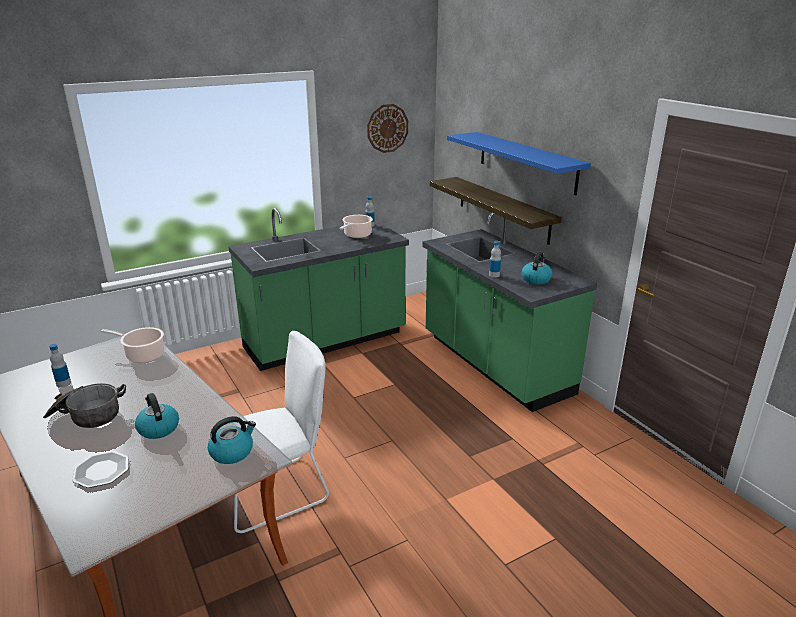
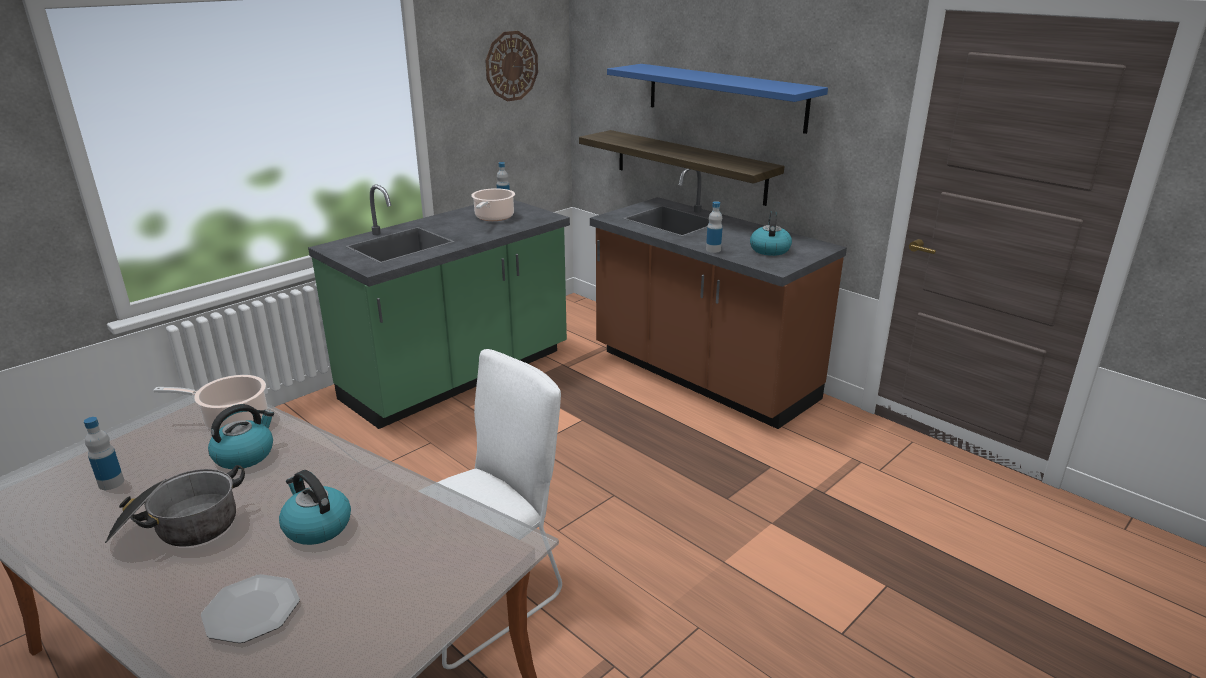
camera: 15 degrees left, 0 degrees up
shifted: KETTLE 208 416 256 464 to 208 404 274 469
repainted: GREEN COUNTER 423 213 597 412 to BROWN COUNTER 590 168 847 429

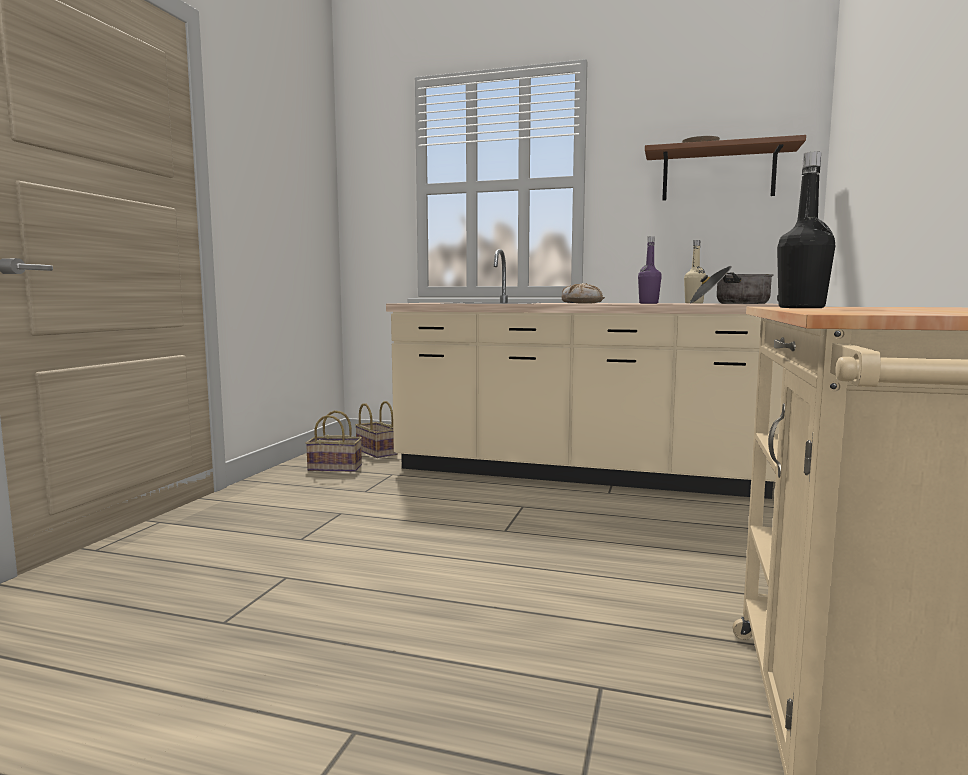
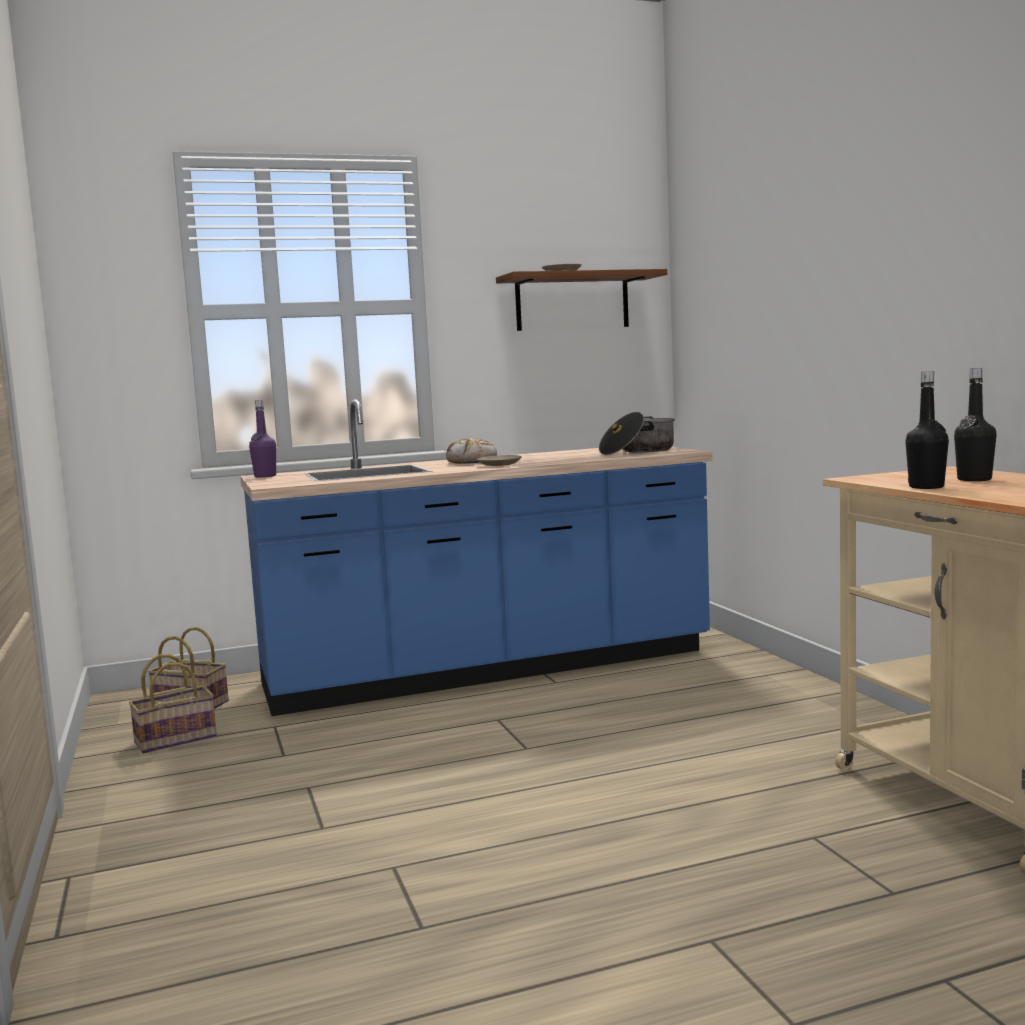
camera: 35 degrees left, 0 degrees up
gone: BEIGE BOTTLE 684 240 706 303
new: BLACK BOTTLE 954 368 997 481
shifted: PURPLE BOTTLE 638 236 662 304 to 249 400 276 478
repainted: BEIGE COUNTER 386 249 783 499 to BLUE COUNTER 240 399 713 716

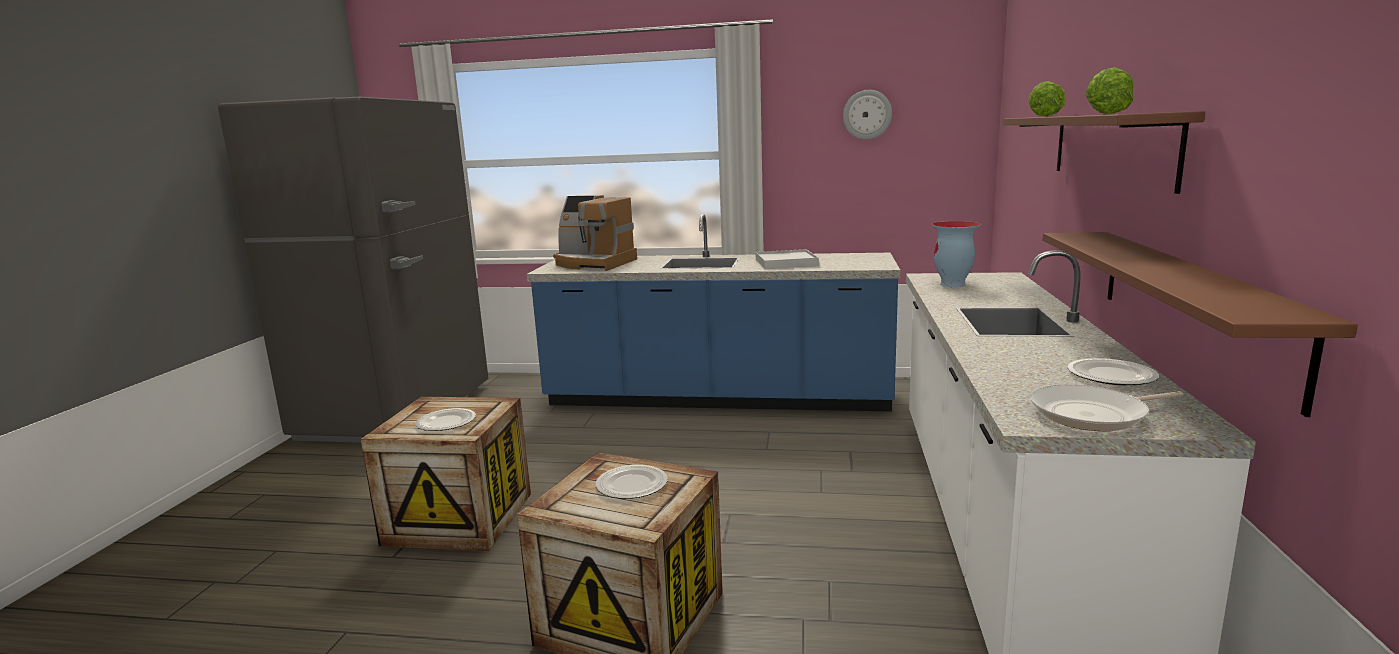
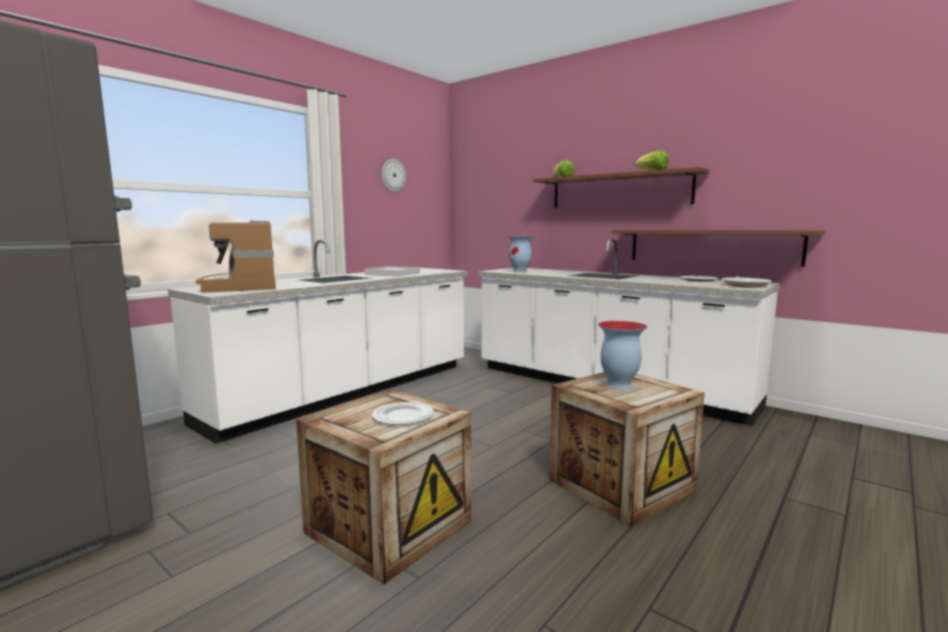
camera: 60 degrees left, 5 degrees down
swapped: PLATE 595 465 668 499 to VASE 598 321 647 389
repainted: BLUE COUNTER 526 214 900 412 to WHITE COUNTER 168 240 468 444
rotated: COFFEE MACHINE 553 195 637 271 = 196 220 276 293 105 degrees clockwise

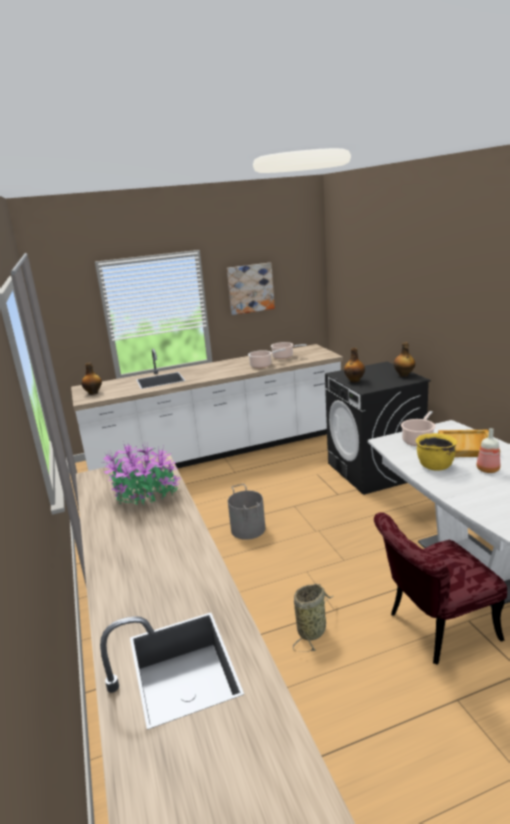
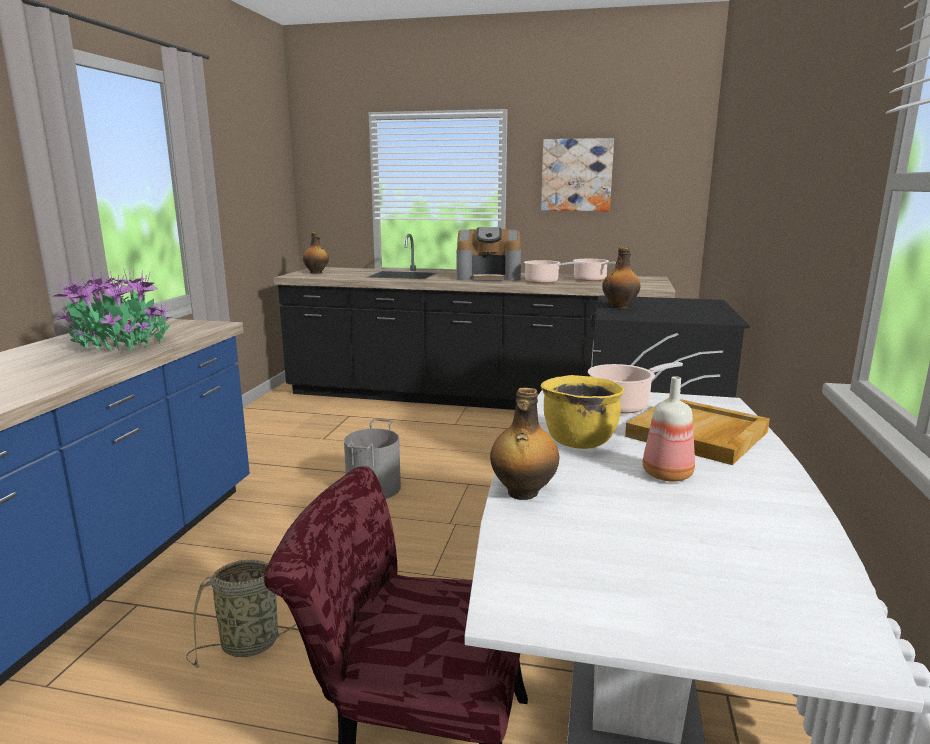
camera: 30 degrees right, 5 degrees down
new: COFFEE MACHINE 457 227 521 281
shifted: BOTTLE 394 342 415 377 to 490 388 560 500
repainted: WHITE COUNTER 71 344 343 471 to BLACK COUNTER 274 234 675 410

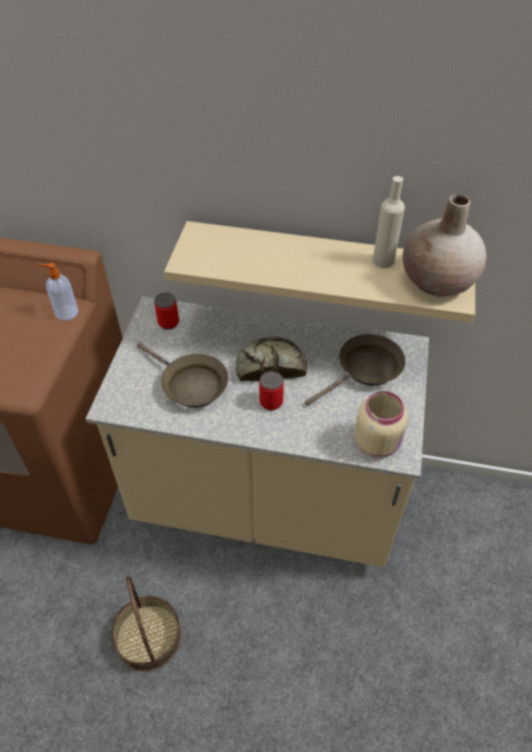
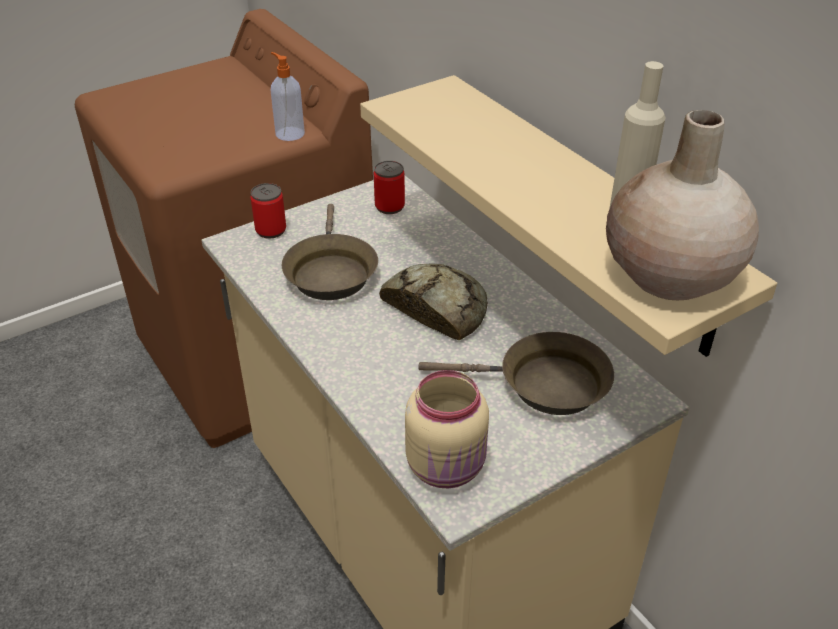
camera: 45 degrees right, 10 degrees down
gone: BASKET 111 576 182 672
shifted: CAN 259 371 284 410 to 251 183 286 239

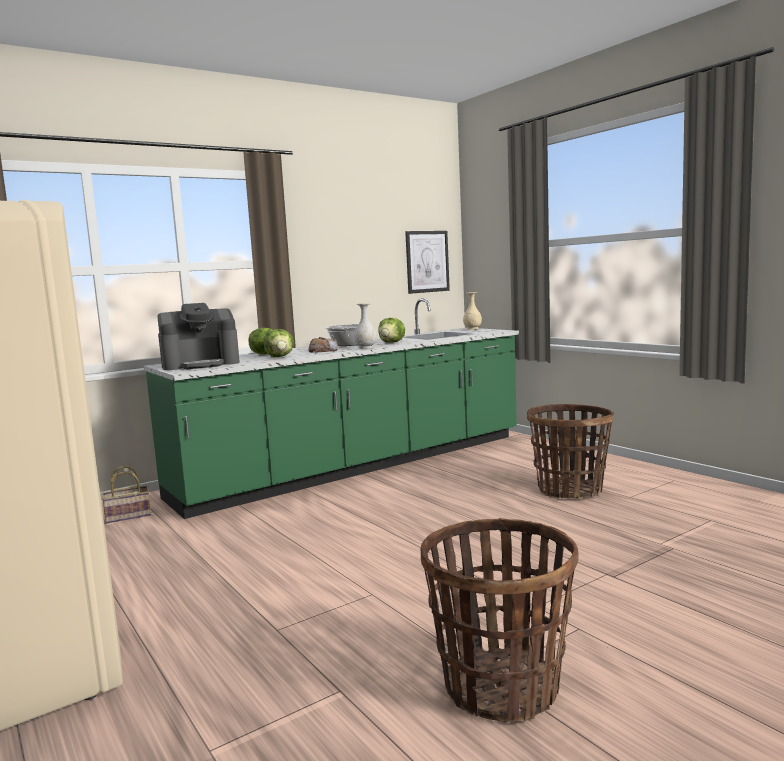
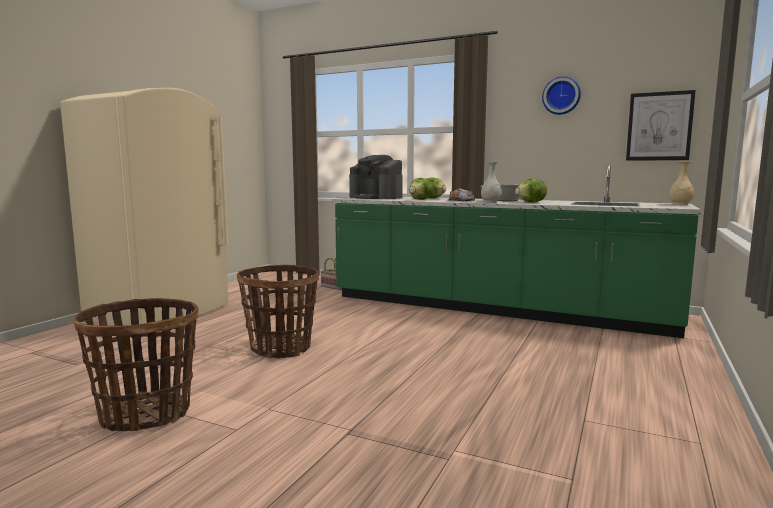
camera: 60 degrees right, 0 degrees up
new: WALL CLOCK 542 76 581 115
shifted: BASKET 527 404 614 498 to 237 265 319 358

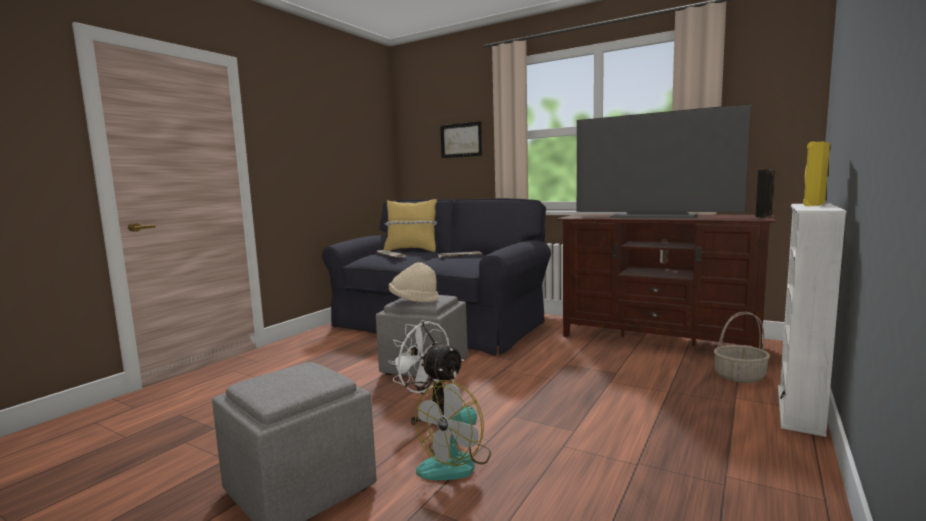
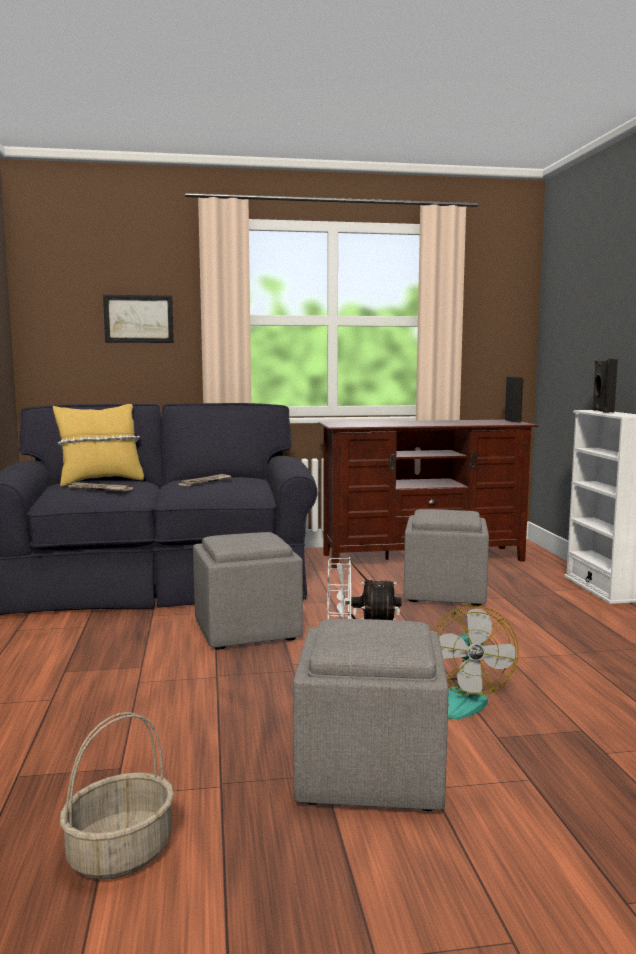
camera: 40 degrees left, 0 degrees up
gone: BEIGE HAT 389 262 439 302; TELEVISION 577 104 751 219
new: GREY OTTOMAN 404 509 489 606
shifted: BASKET 714 312 770 383 to 60 712 174 880
repainted: YELLOW SPEAKER 803 141 830 206 to BLACK SPEAKER 592 359 618 413

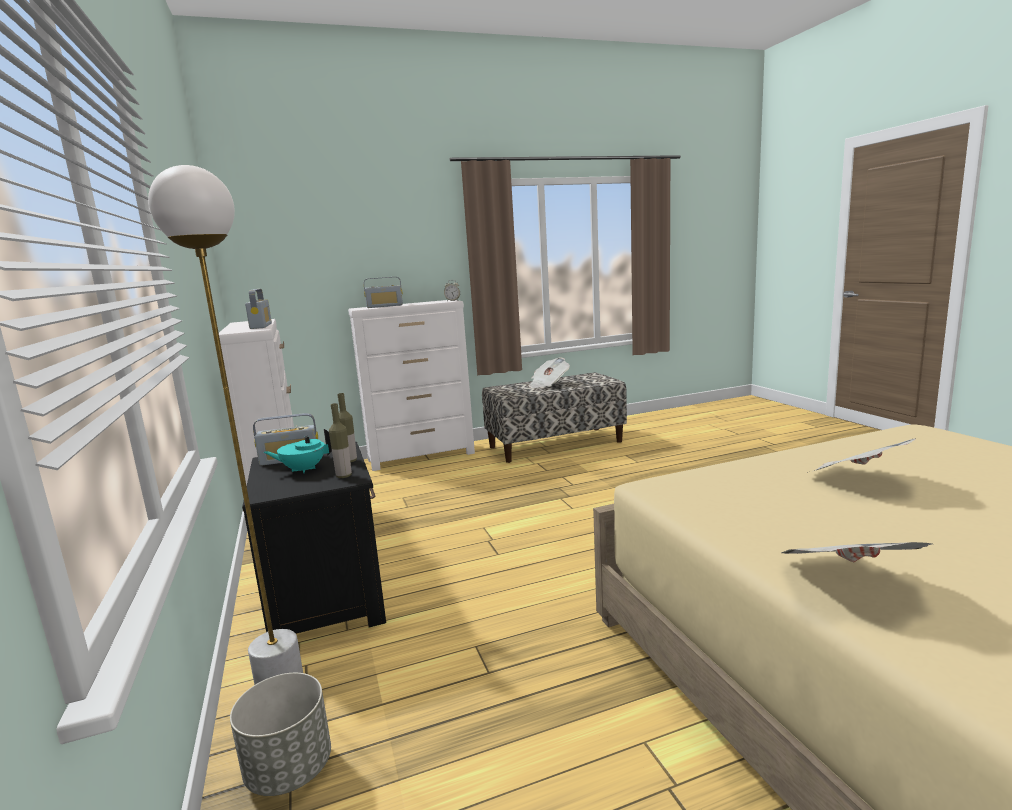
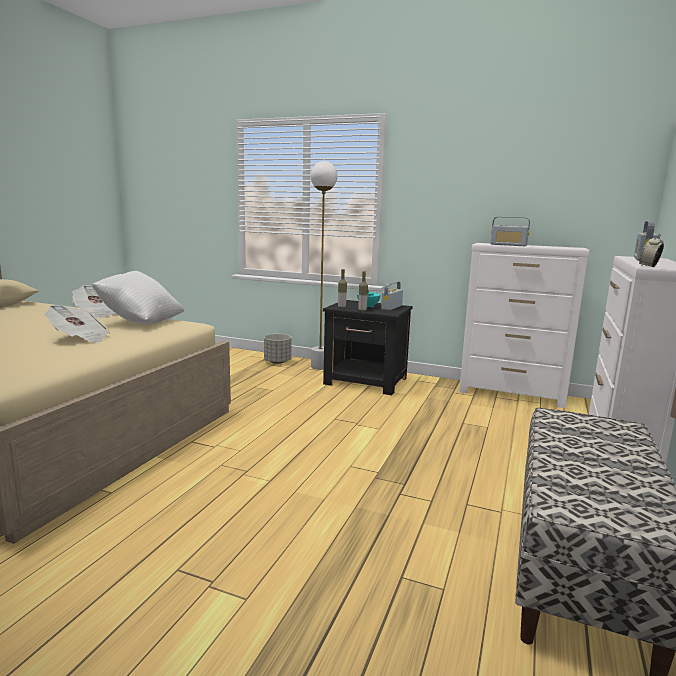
camera: 130 degrees right, 0 degrees up
gone: NEWSPAPER 528 358 570 388
new: WHITE PILLOW 92 271 184 324

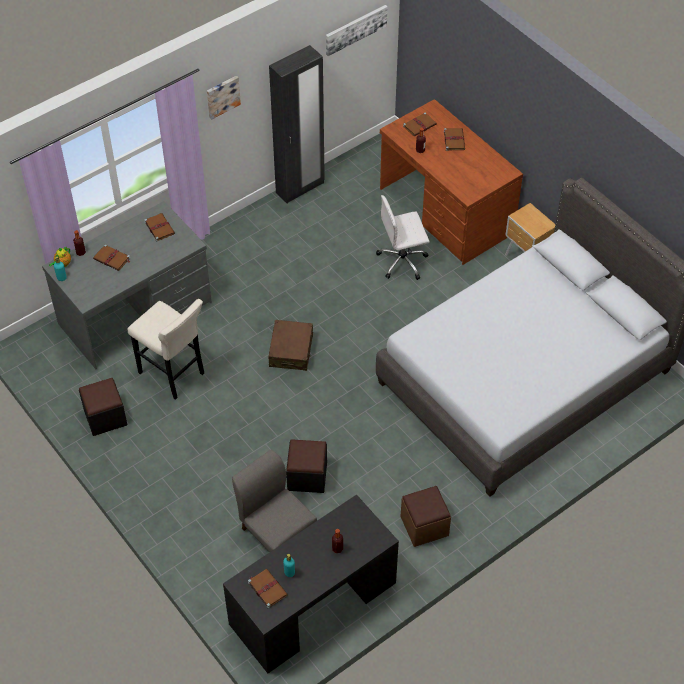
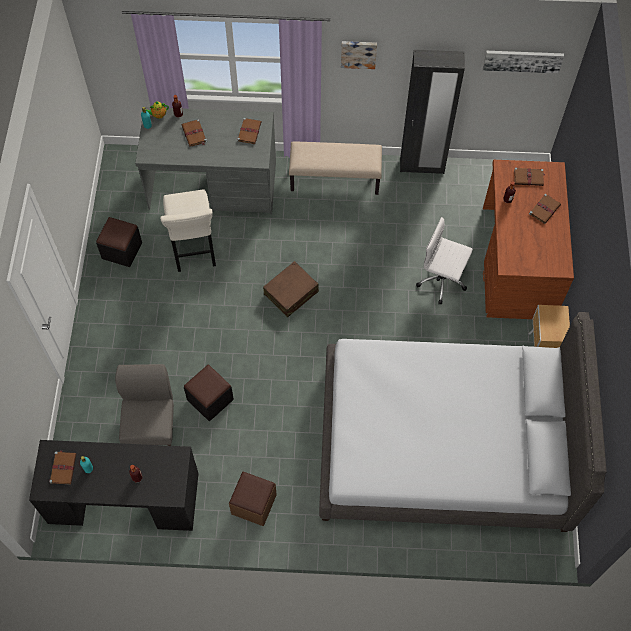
camera: 40 degrees right, 10 degrees up
new: BEIGE BENCH 289 142 382 195

